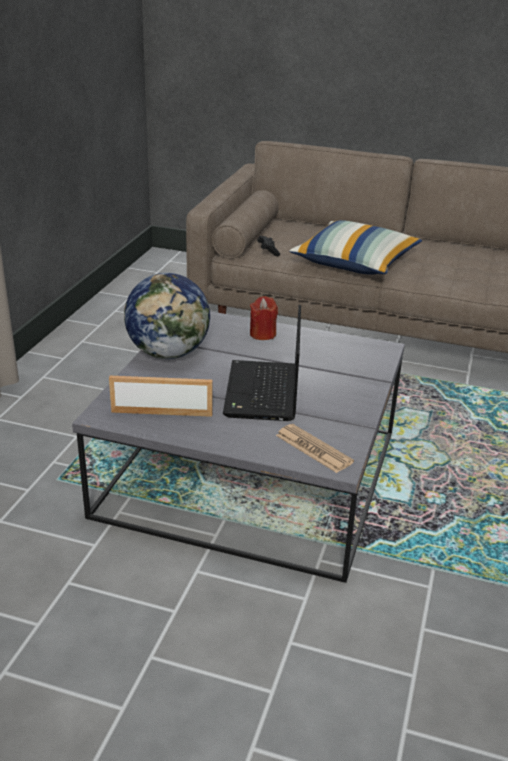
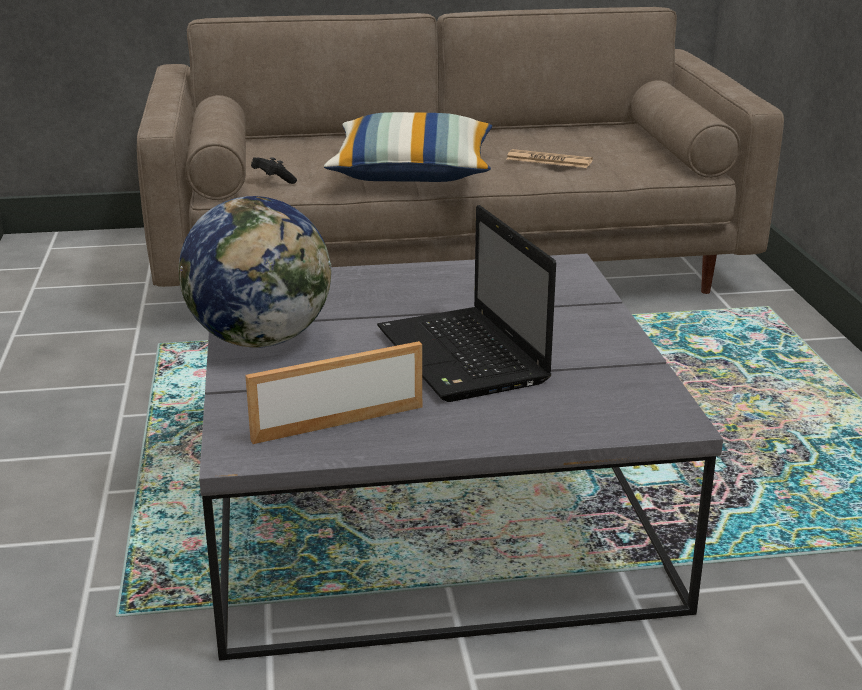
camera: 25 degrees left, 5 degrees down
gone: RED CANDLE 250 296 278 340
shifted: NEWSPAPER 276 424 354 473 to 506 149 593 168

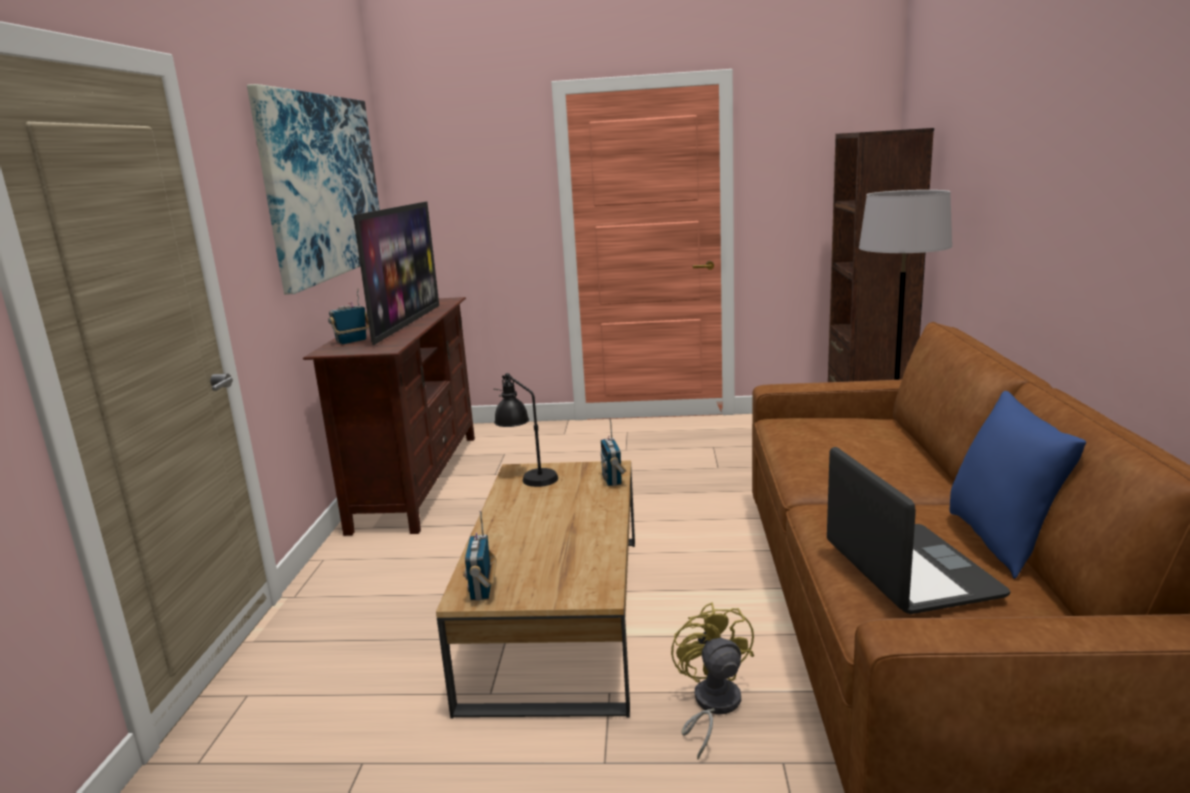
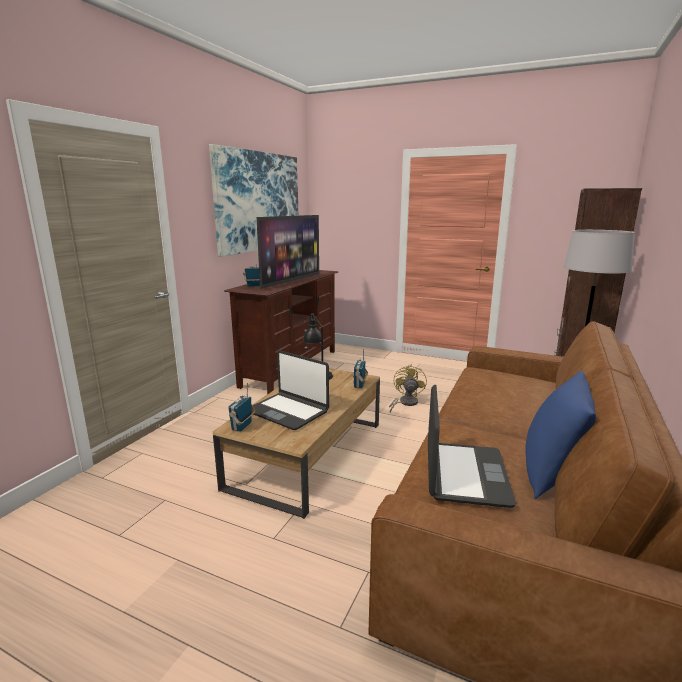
camera: 20 degrees right, 0 degrees up
new: LAPTOP 251 350 329 430
shifted: YELLOW FAN 671 602 754 759 to 389 364 427 412

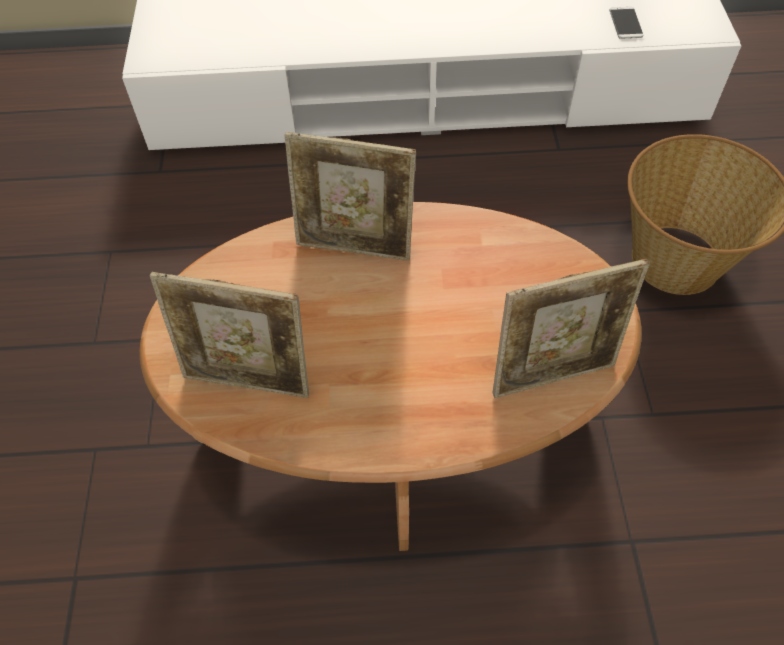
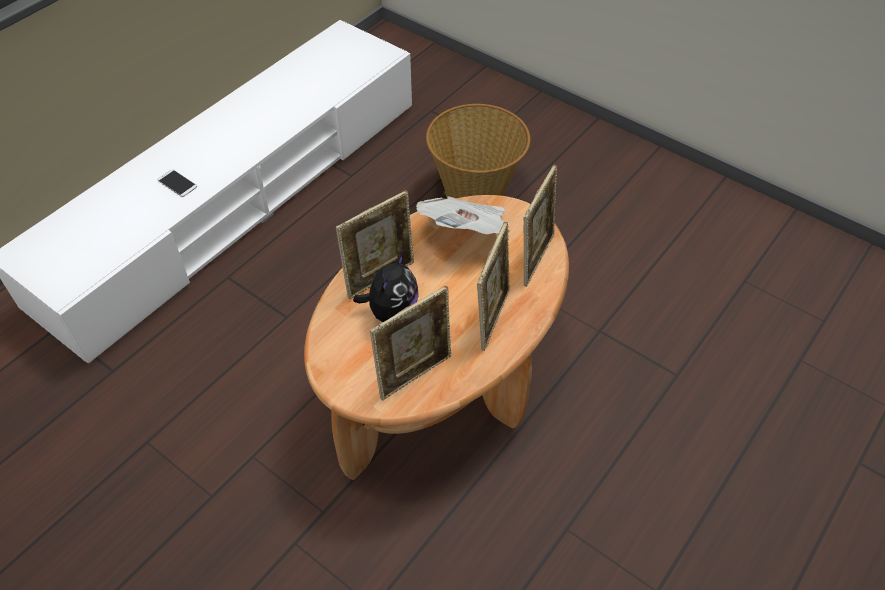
camera: 50 degrees left, 5 degrees down
new: PLUSH TOY 353 253 419 322; NEWSPAPER 416 197 510 234; PICTURE FRAME 477 222 510 351
shifted: PHONE 610 7 643 39 to 158 170 197 197

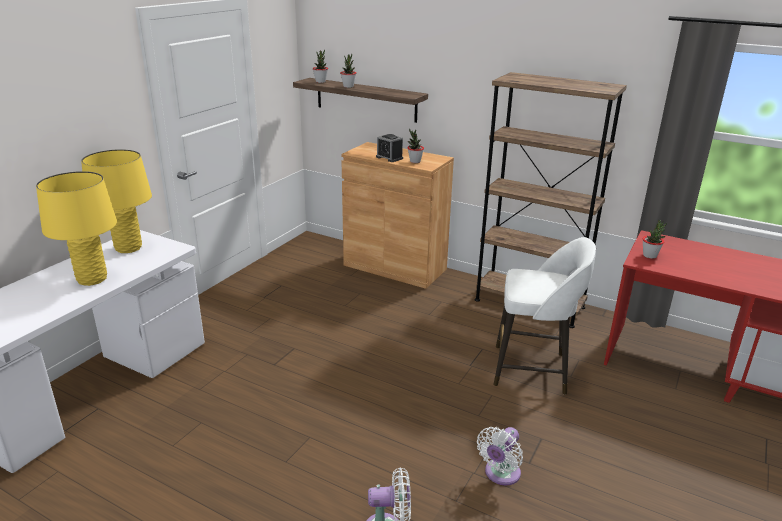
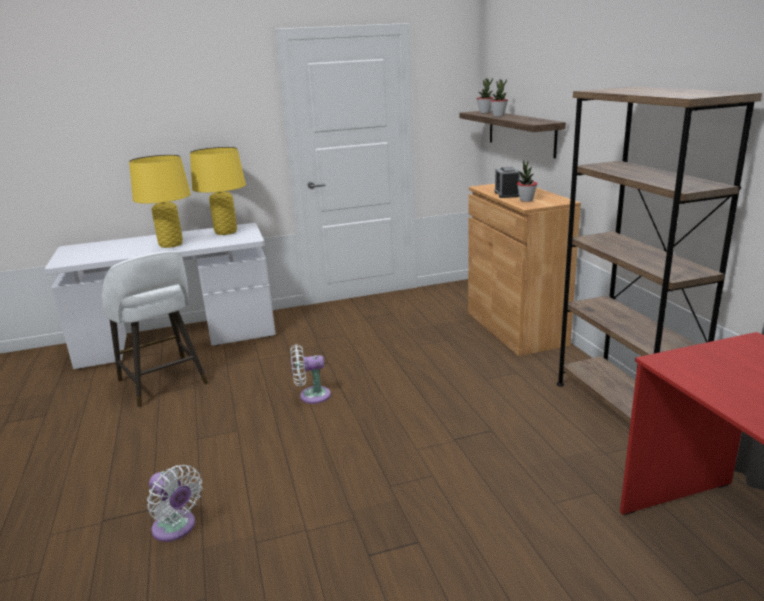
camera: 45 degrees right, 5 degrees down
gone: POTTED PLANT 643 220 667 259
shifted: WHITE FAN 477 427 523 486 to 290 344 331 404; WHITE STOOL 493 237 596 395 to 102 251 208 408

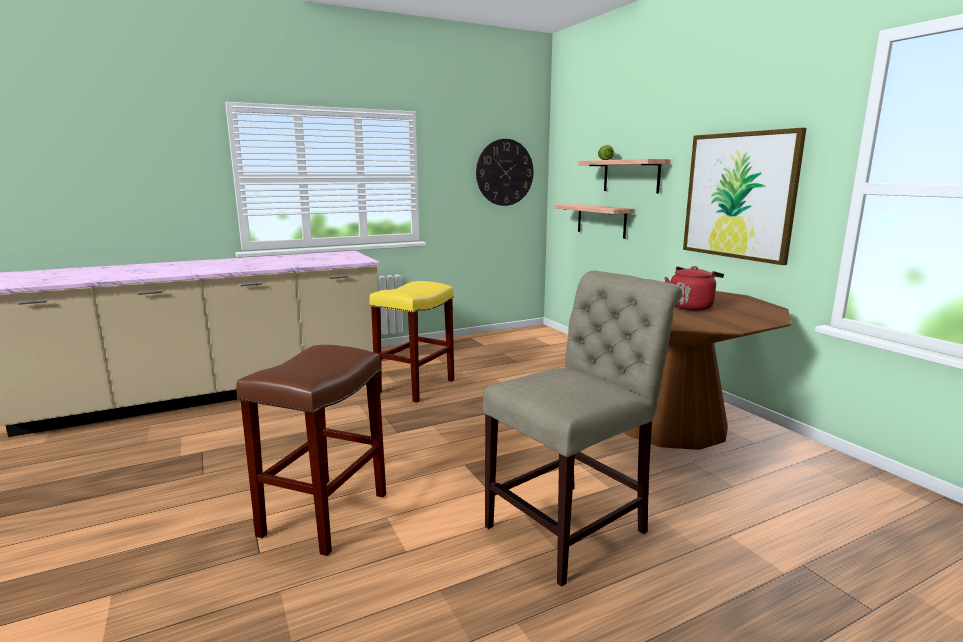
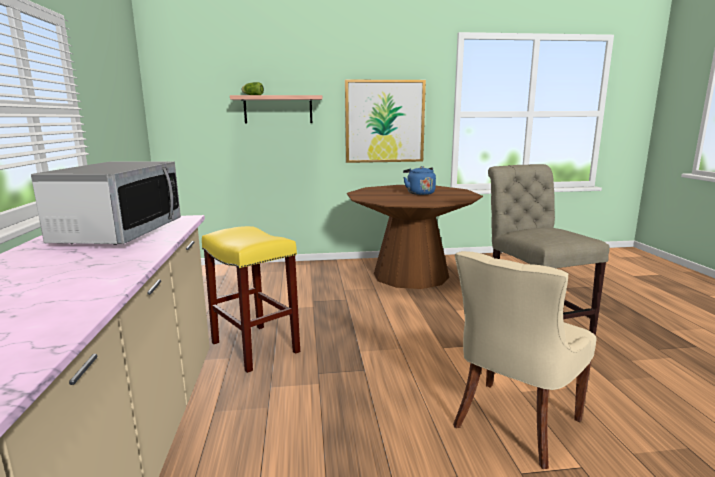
camera: 70 degrees left, 0 degrees up
gone: WALL CLOCK 476 139 534 206; SHELF 554 204 635 239
new: MICROWAVE 31 161 181 245
swapped: BROWN STOOL 236 345 386 556 to BEIGE CHAIR 453 251 596 469
repainted: RED KETTLE 664 266 724 311 to BLUE KETTLE 403 166 436 195

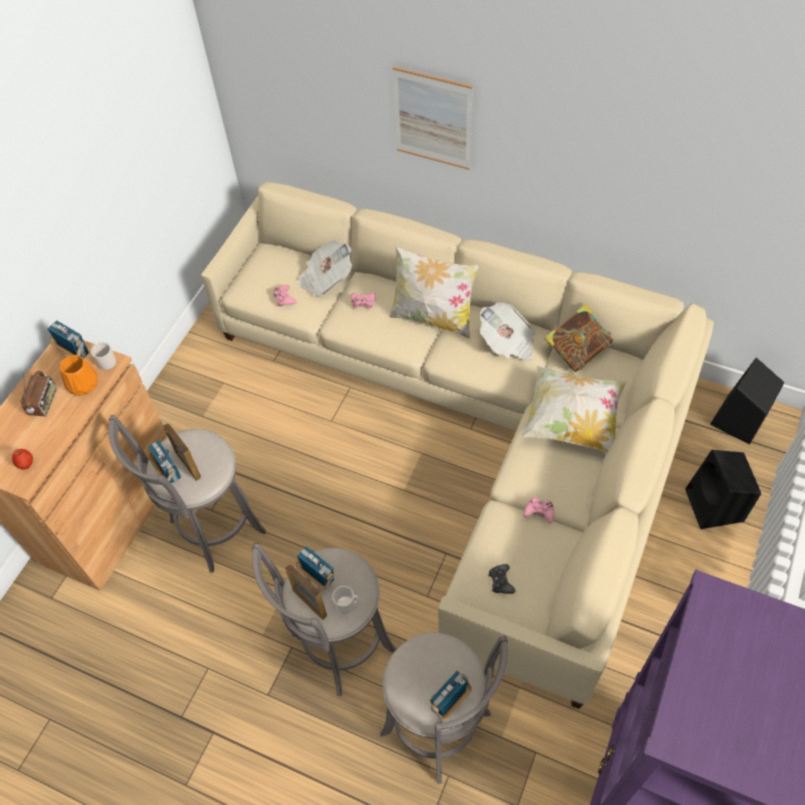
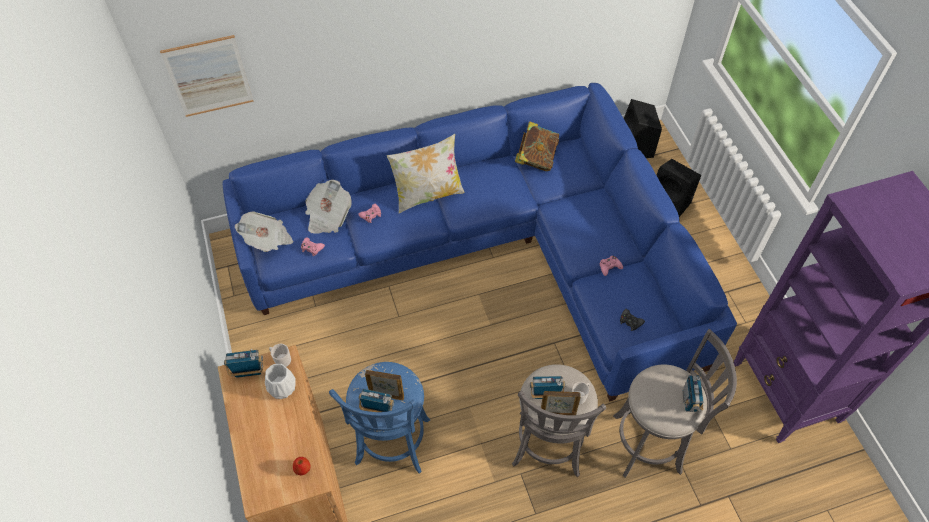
camera: 45 degrees left, 0 degrees up
gone: RADIO 20 371 57 416; PILLOW 520 365 627 453
shifted: PICTURE 393 66 473 170 to 160 35 254 117; NEWSPAPER 480 302 535 362 to 235 211 293 252
repainted: ORANGE VASE 60 355 98 396 to WHITE VASE 265 364 296 399; GREY STOOL 108 415 266 573 to BLUE STOOL 329 362 430 474; BEIGE SOFA 201 182 714 709 to BLUE SOFA 223 83 737 402

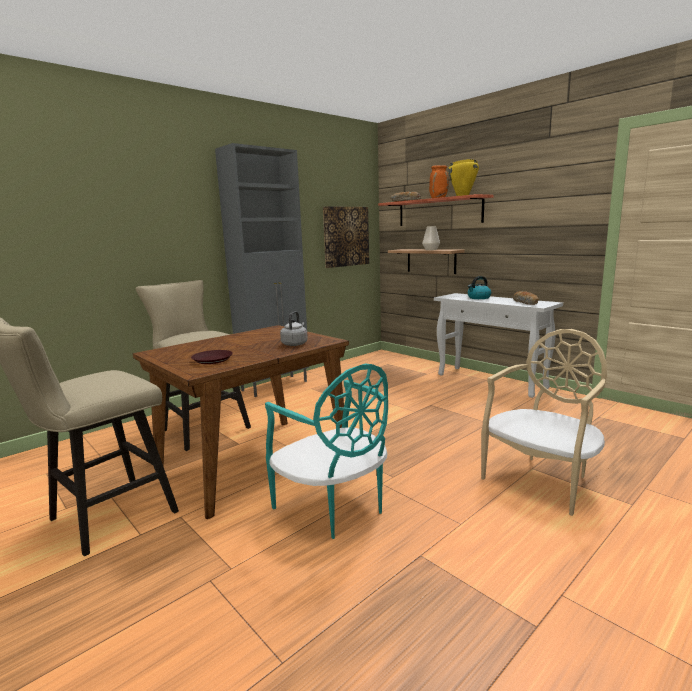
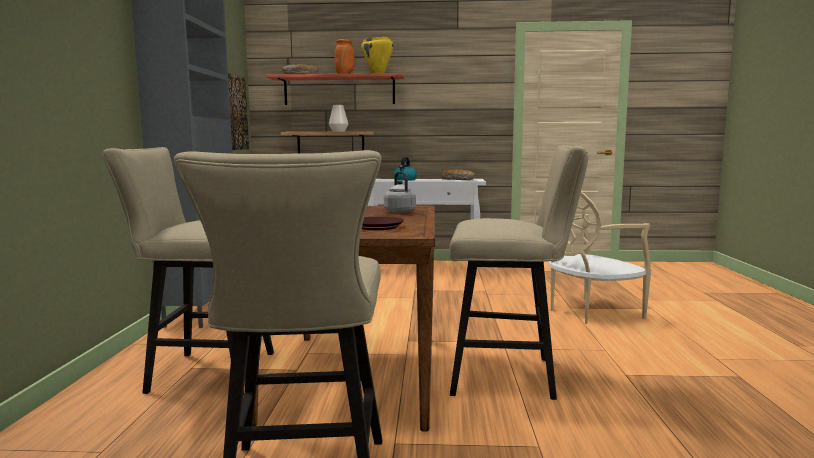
camera: 45 degrees left, 5 degrees down
swapped: TURQUOISE CHAIR 265 363 388 539 to BEIGE STOOL 449 145 588 400
rotated: BEIGE CHAIR 481 329 607 516 = 548 192 651 324 120 degrees counterclockwise

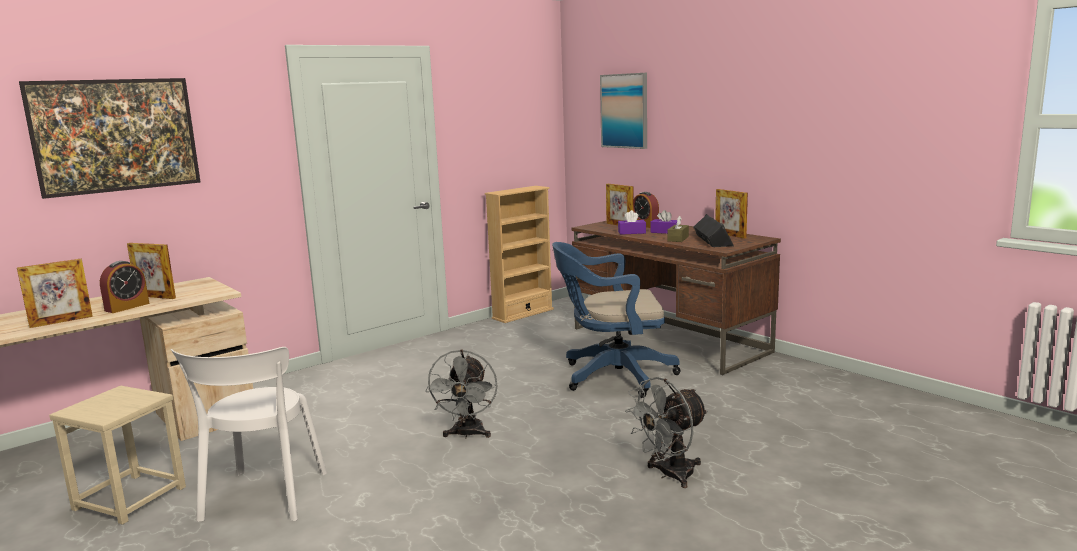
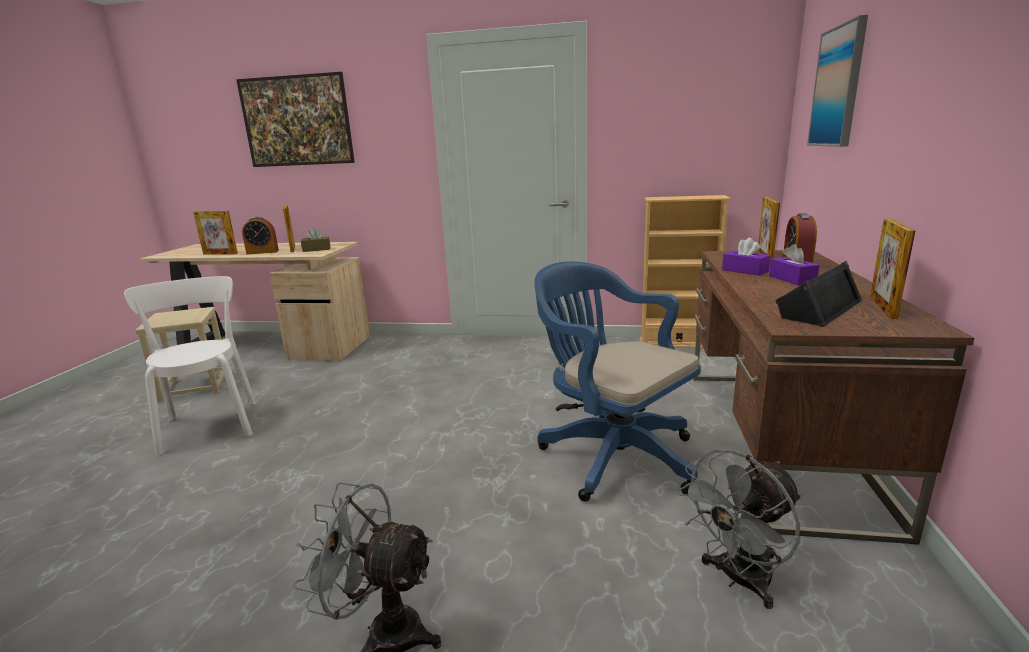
camera: 50 degrees right, 5 degrees up
shifted: GREY FAN 425 349 498 439 to 677 450 801 609; BROWN TISSUE BOX 667 216 689 242 to 301 228 330 252
rotated: WHITE CHAIR 171 347 327 522 = 124 276 256 456 105 degrees clockwise

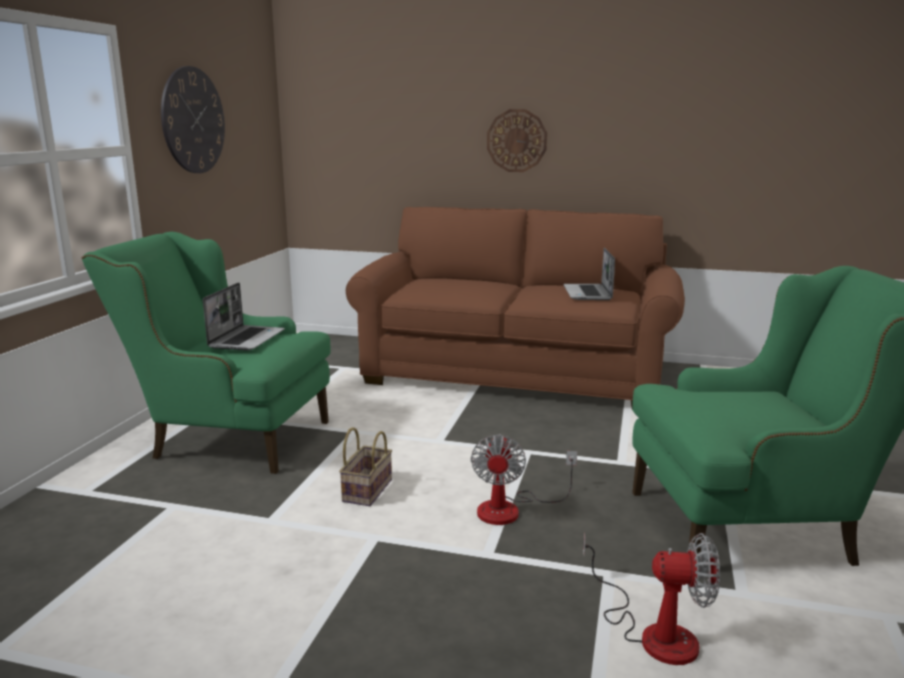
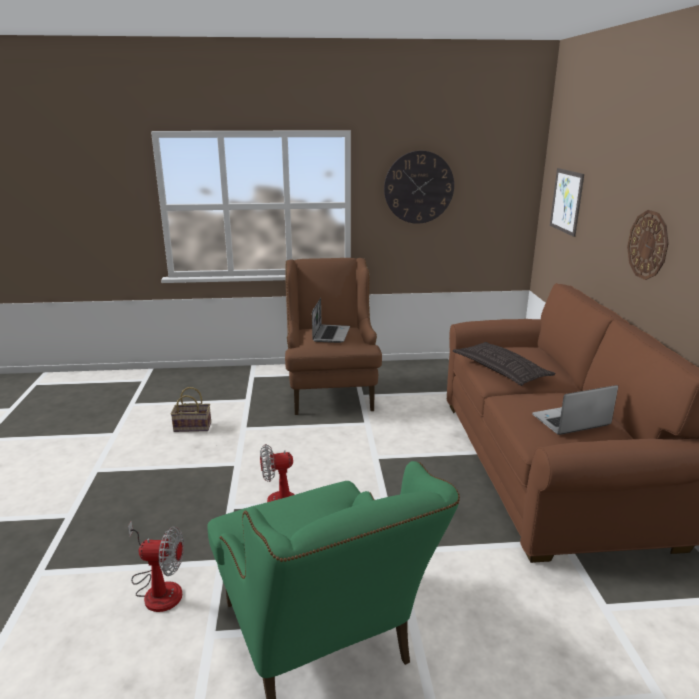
camera: 70 degrees right, 5 degrees up
new: PILLOW 453 342 556 386; PICTURE 550 168 584 237
shifted: BASKET 339 427 392 506 to 171 387 211 432
repainted: GREEN ARMCHAIR 82 232 331 474 to BROWN ARMCHAIR 285 258 382 415
rotated: LAPTOP 203 282 285 351 = 312 298 350 343 75 degrees counterclockwise; FAN 583 532 720 665 = 128 521 184 612 75 degrees counterclockwise

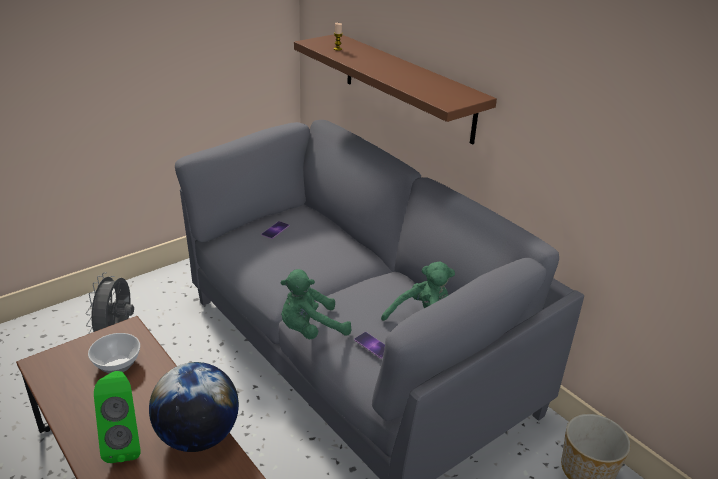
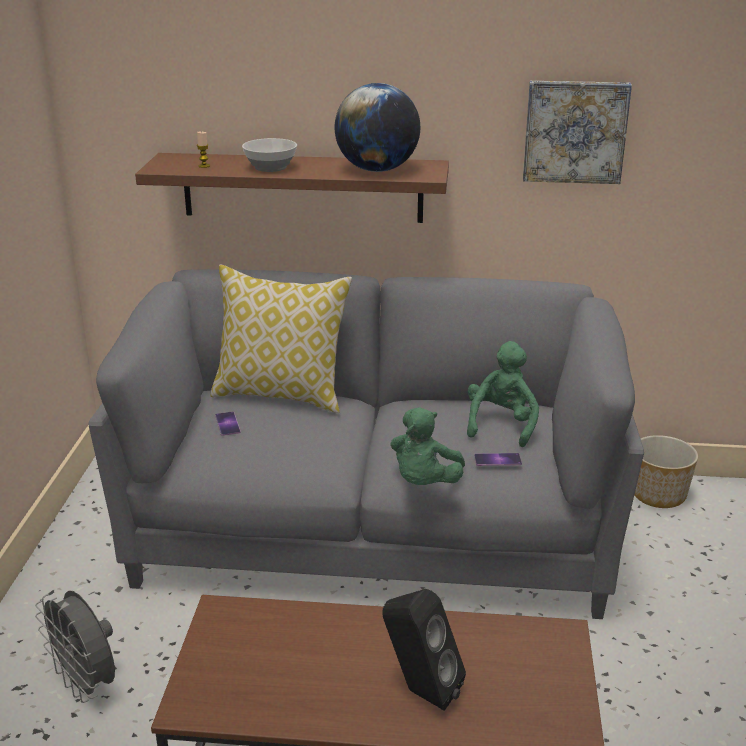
camera: 45 degrees left, 5 degrees down
new: PILLOW 211 265 352 413; PICTURE 523 81 632 184
shifted: BOWL 88 333 140 374 to 242 138 297 172; GLOBE 149 362 239 452 to 334 83 420 172
repainted: GREEN SPEAKER 94 371 141 463 to BLACK SPEAKER 382 589 466 711

